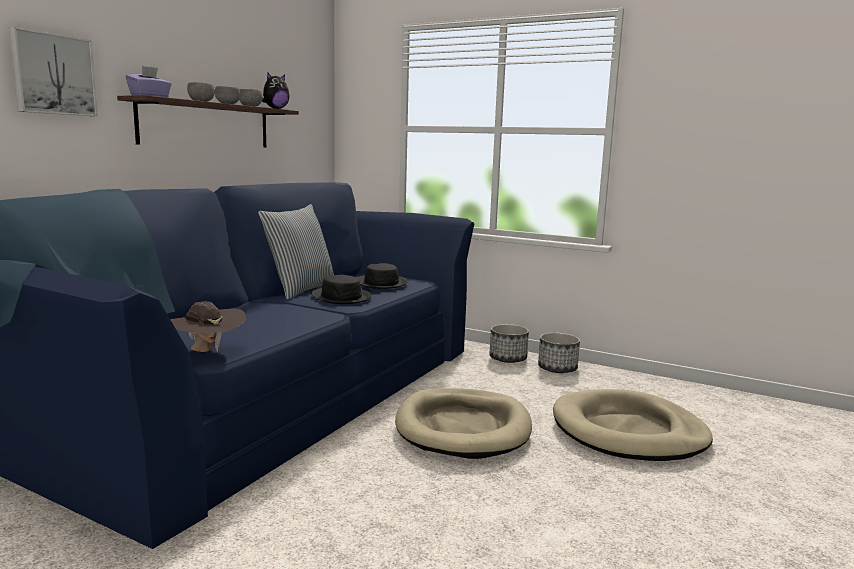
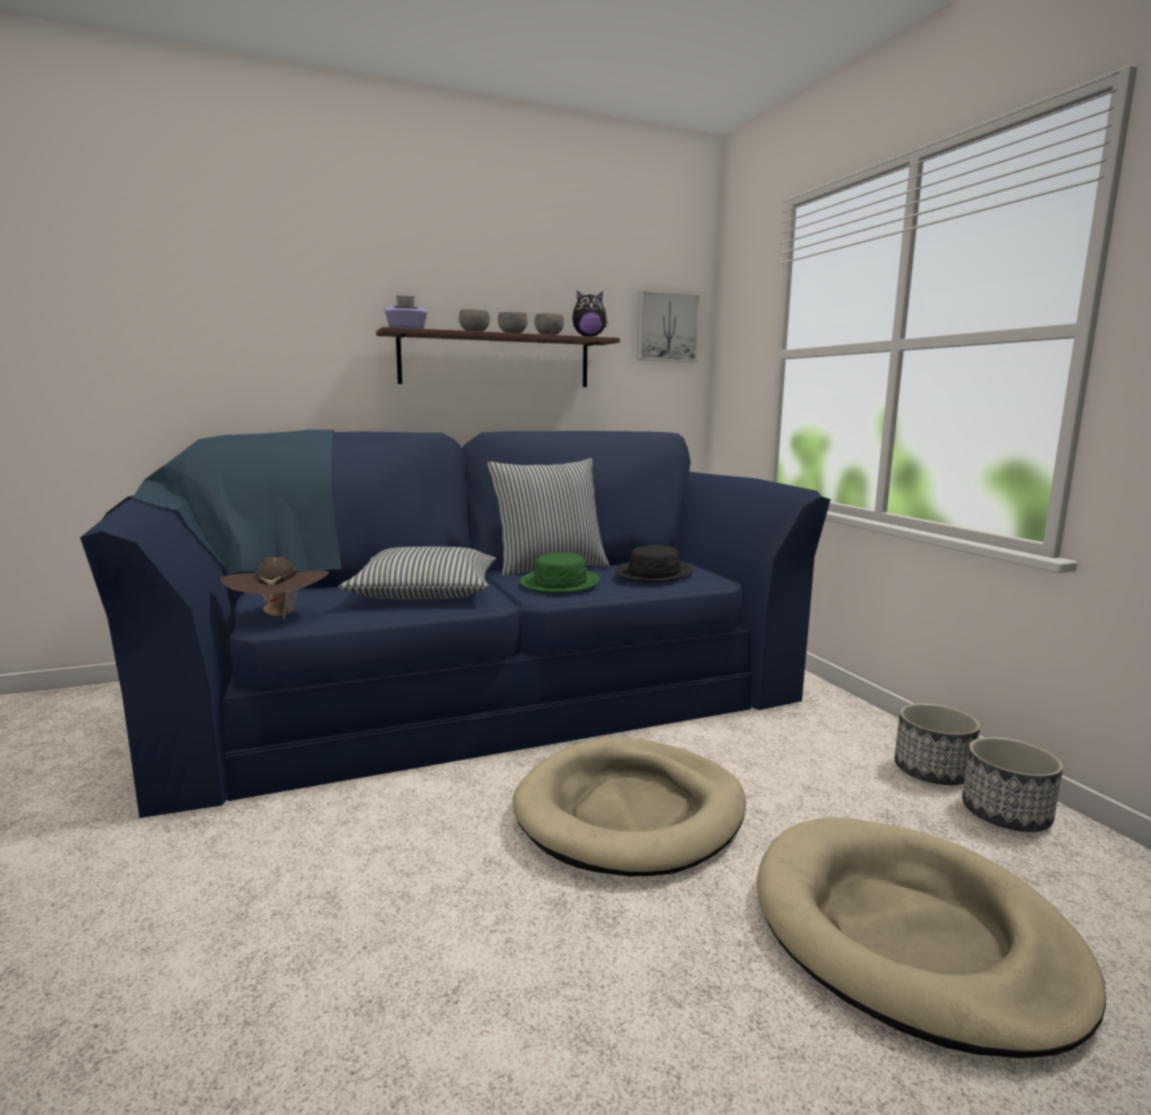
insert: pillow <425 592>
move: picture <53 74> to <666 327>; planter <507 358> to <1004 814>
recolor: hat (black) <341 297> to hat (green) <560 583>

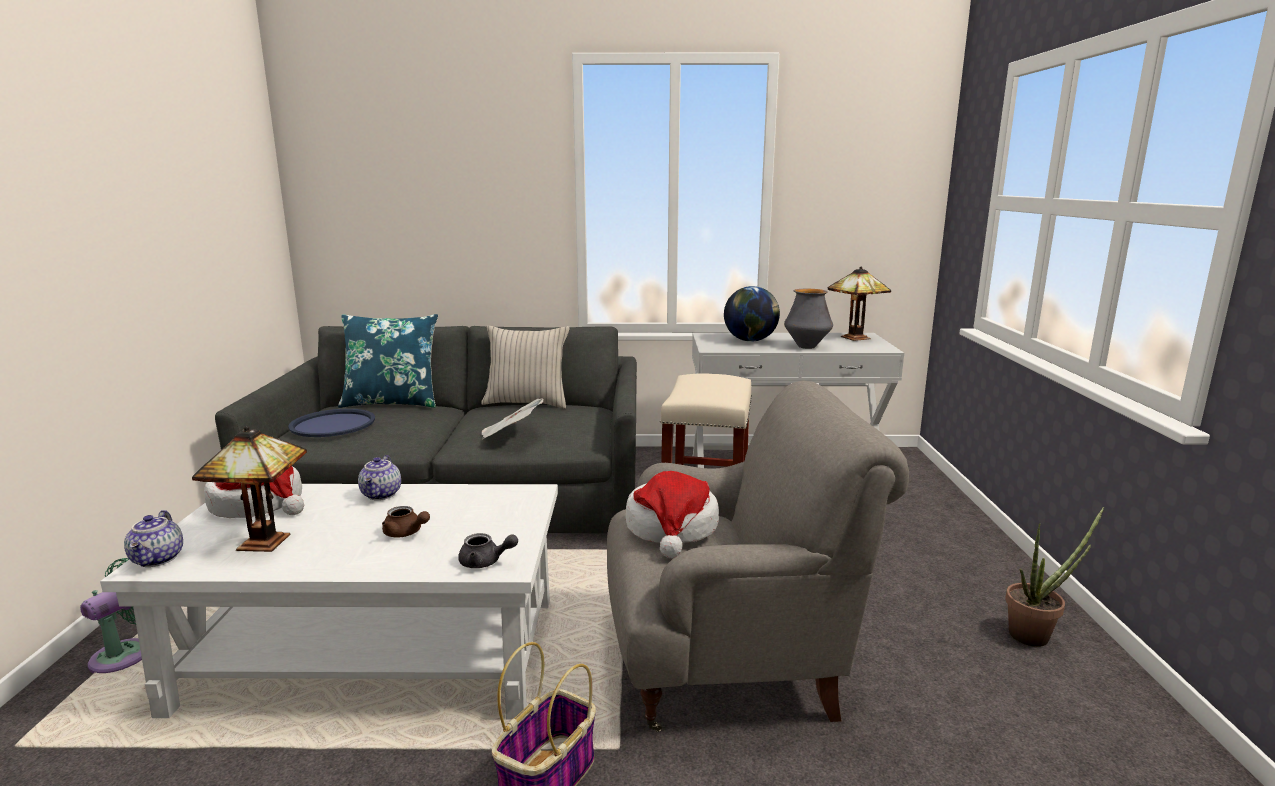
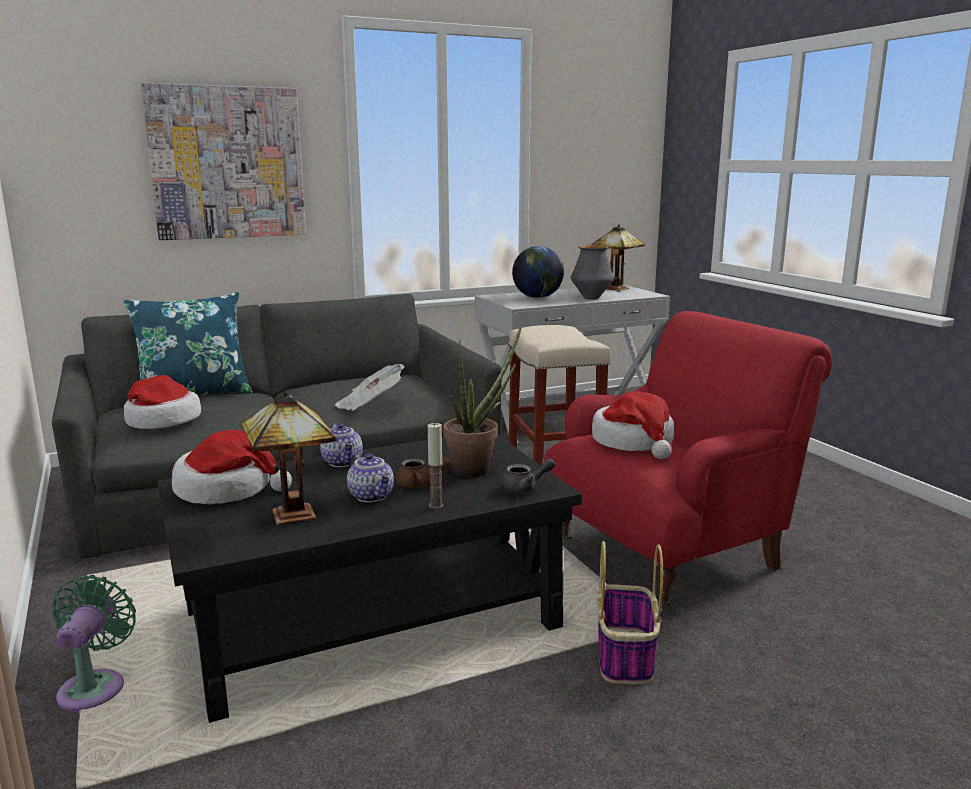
delete: pillow (beige) <527 403>
insert: picture <227 163>; candle <436 505>
move: potted plant <1035 634> to <478 468>; teapot <159 559> to <372 496>
replace: tray (blue) <333 424> to hat <161 421>
recolor: armchair (grey) <729 662> to armchair (red) <670 553>; coffee table (white) <377 652> to coffee table (black) <372 618>

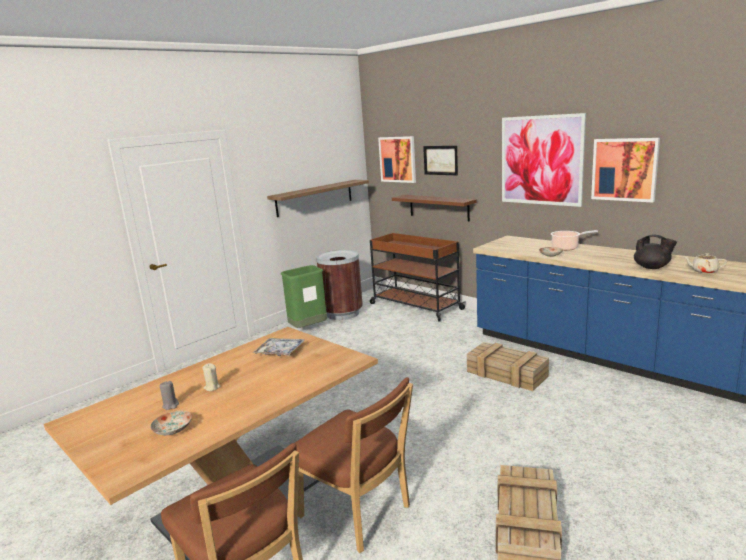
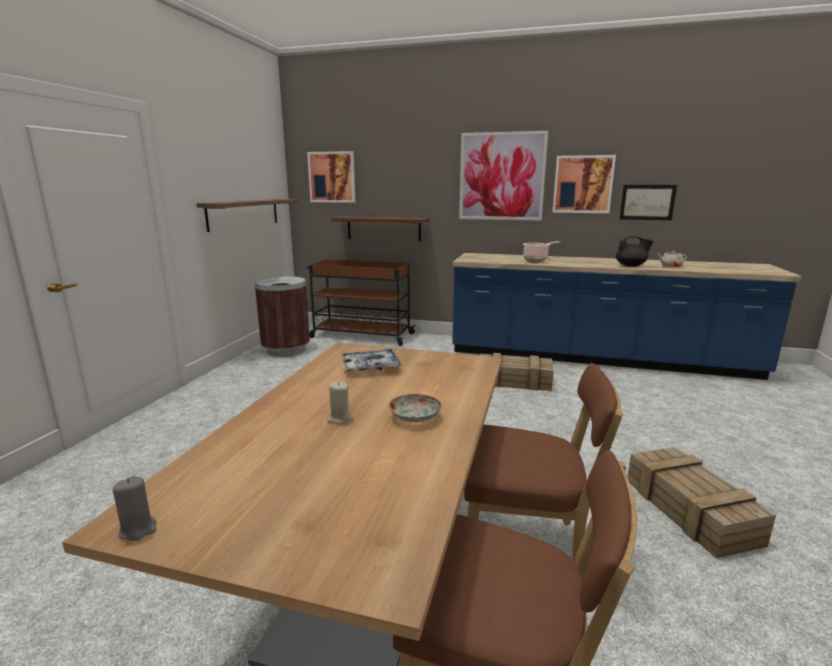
delete: trash can (green) <308 329>
move: picture <440 160> to <647 202>; candle (grey) <170 405> to <138 529>; plate <173 430> to <415 417>

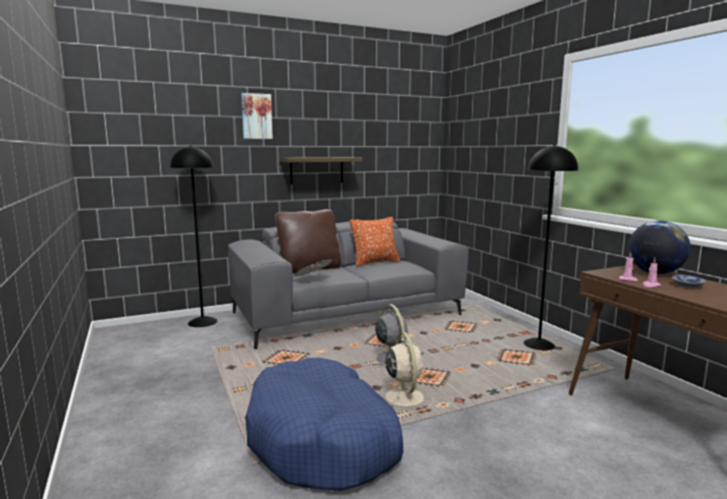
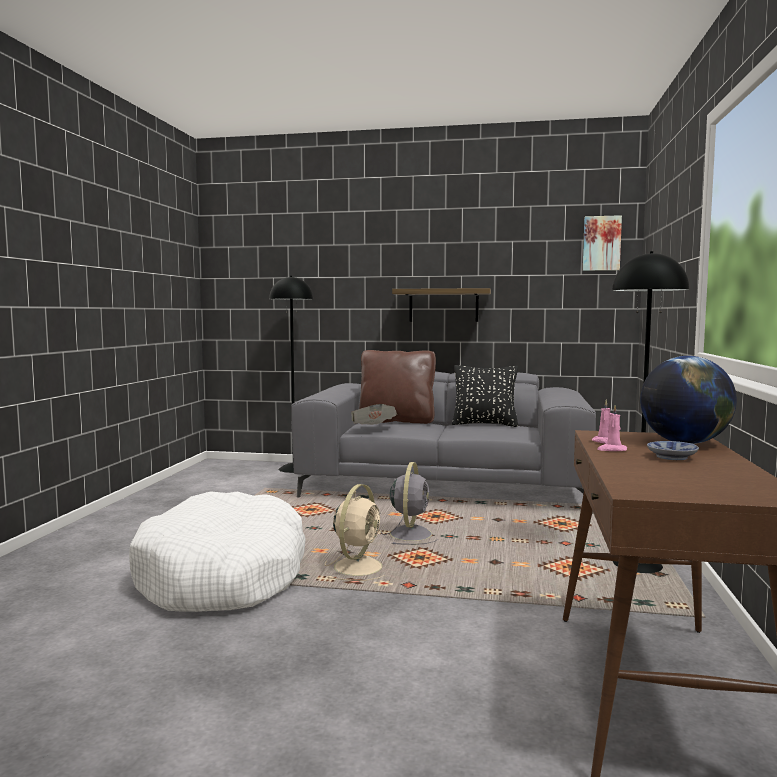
move: picture <256 116> to <601 243>
recolor: pillow (orange) <375 262> to pillow (black) <484 424>; dog bed (blue) <323 440> to dog bed (white) <223 576>

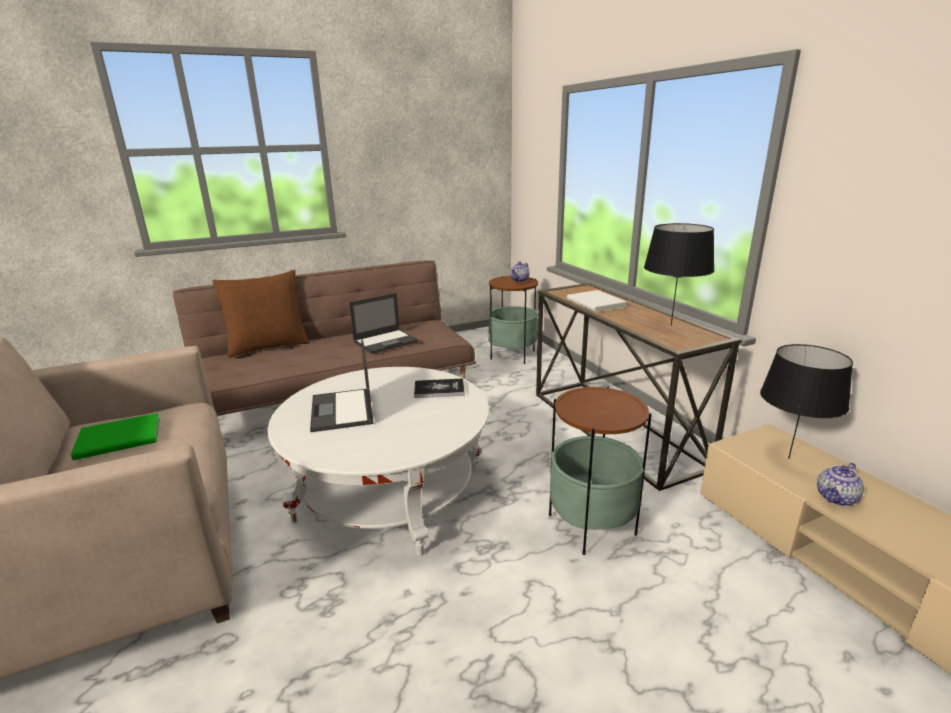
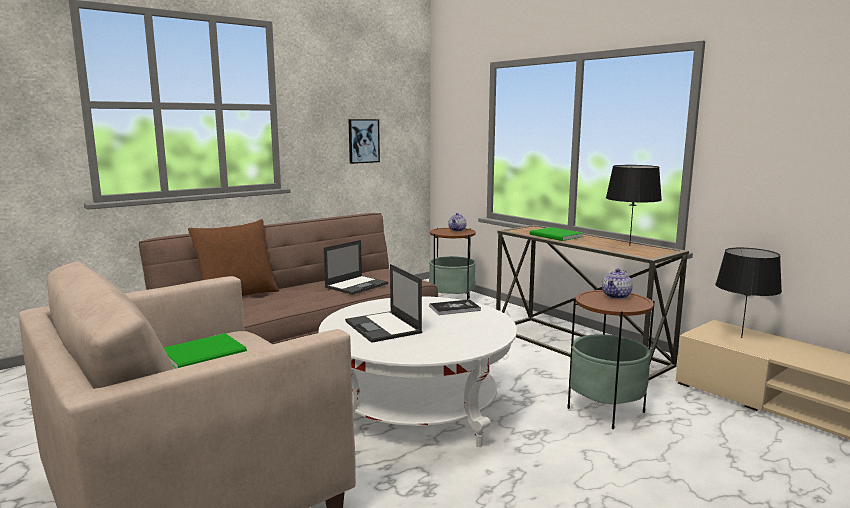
insert: picture <363 141>
move: teapot <837 498> to <616 296>
recolor: book (white) <595 303> to book (green) <556 236>

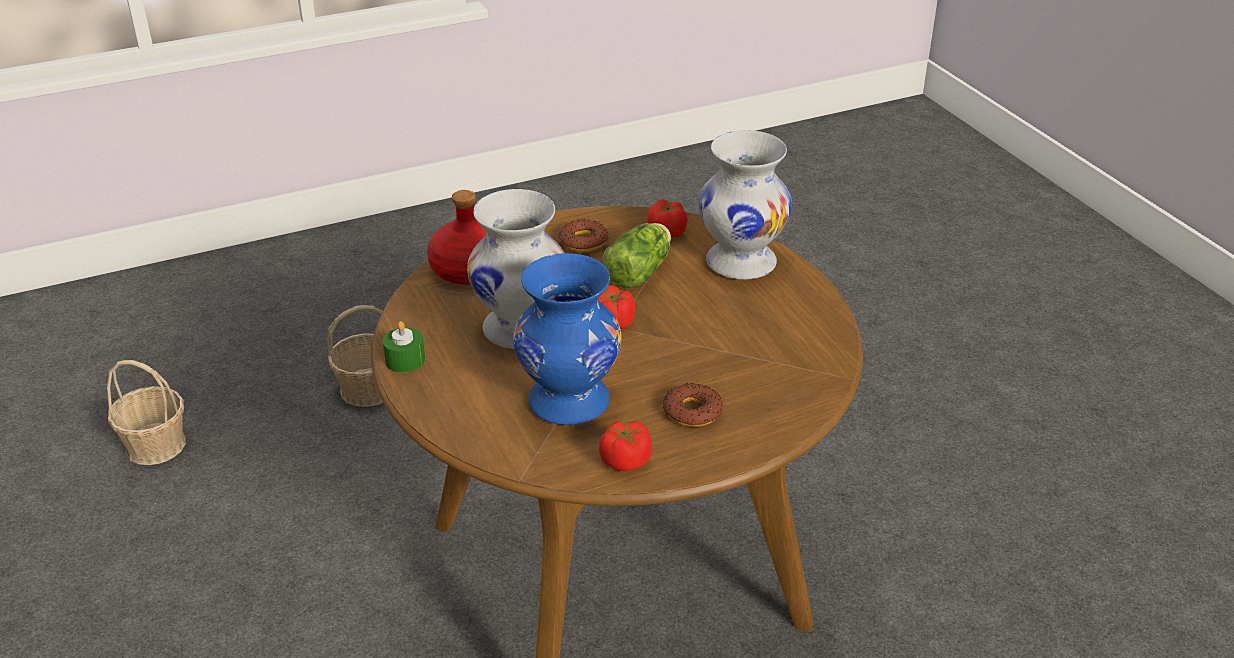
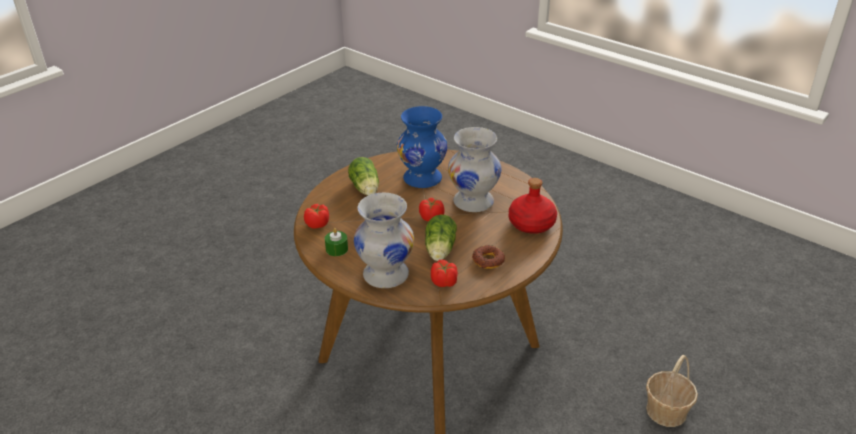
delete: basket <155 445>
move: candle (green) <405 360> to <337 249>; tomato <625 461> to <317 224>
replace: donut <692 411> to lettuce <365 189>

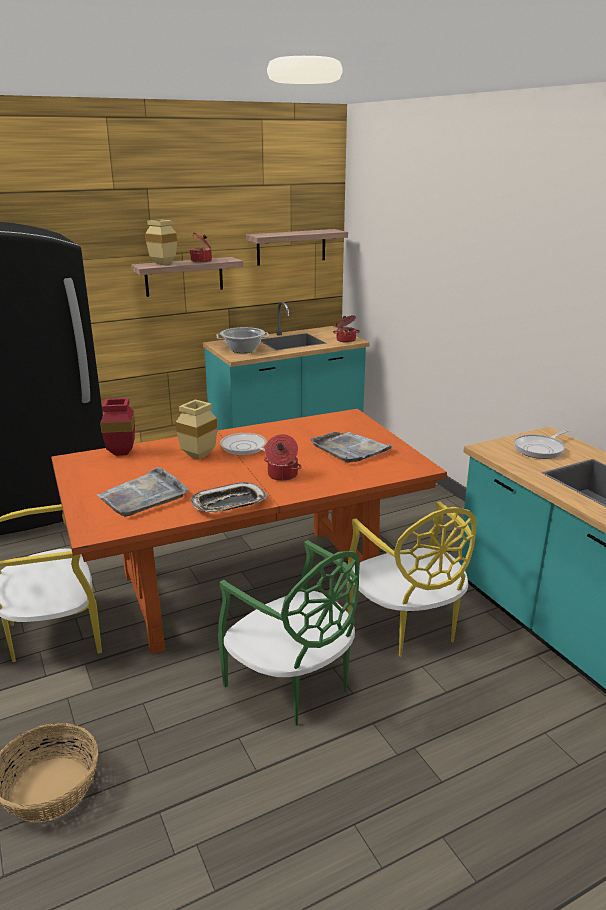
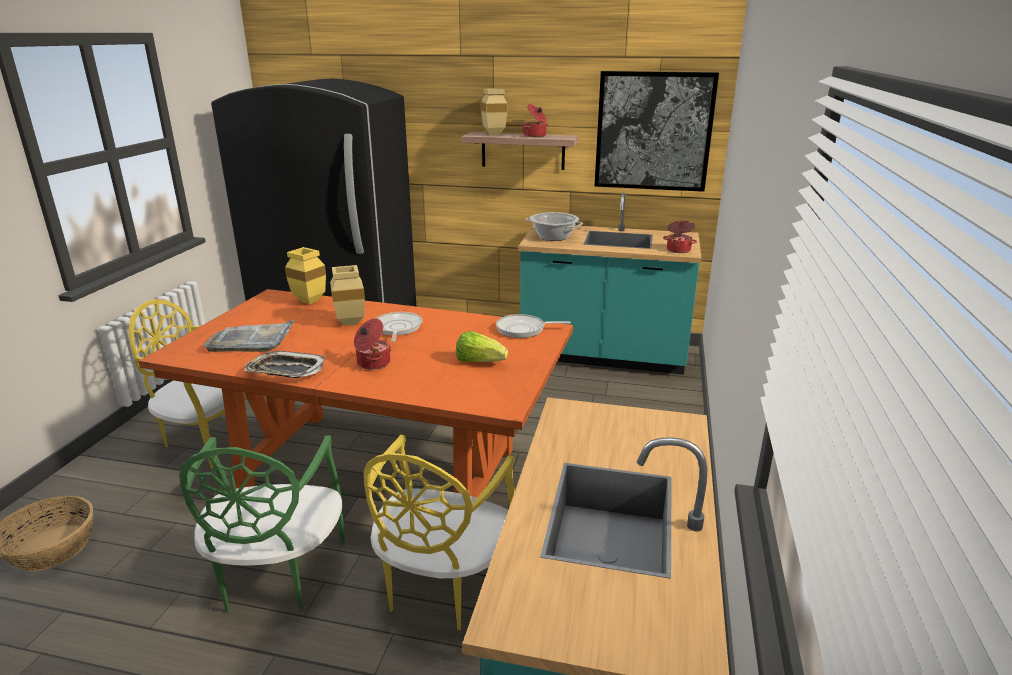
move: frying pan <540 449> to <523 329>
replace: shelf <291 247> to picture <653 131>; tray (grey) <350 449> to lettuce <479 361>
recolor: vase (red) <119 453> to vase (yellow) <307 301>

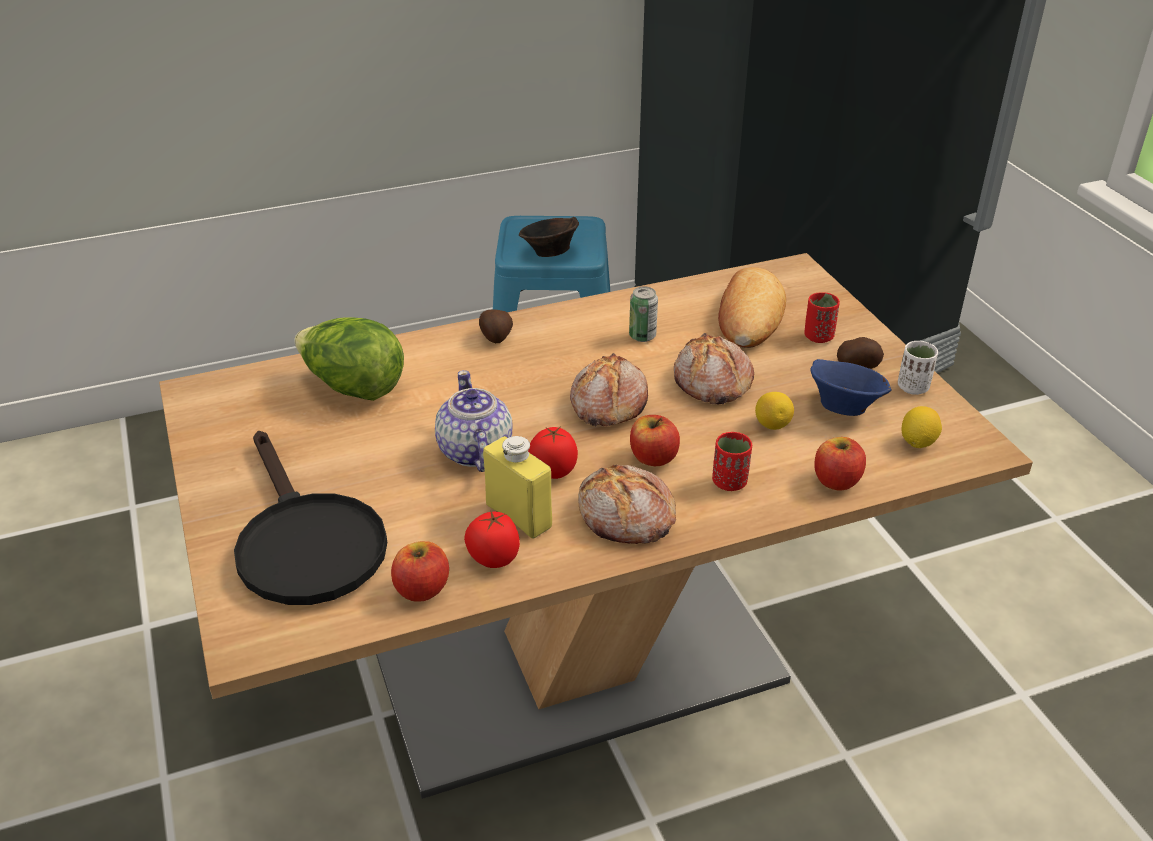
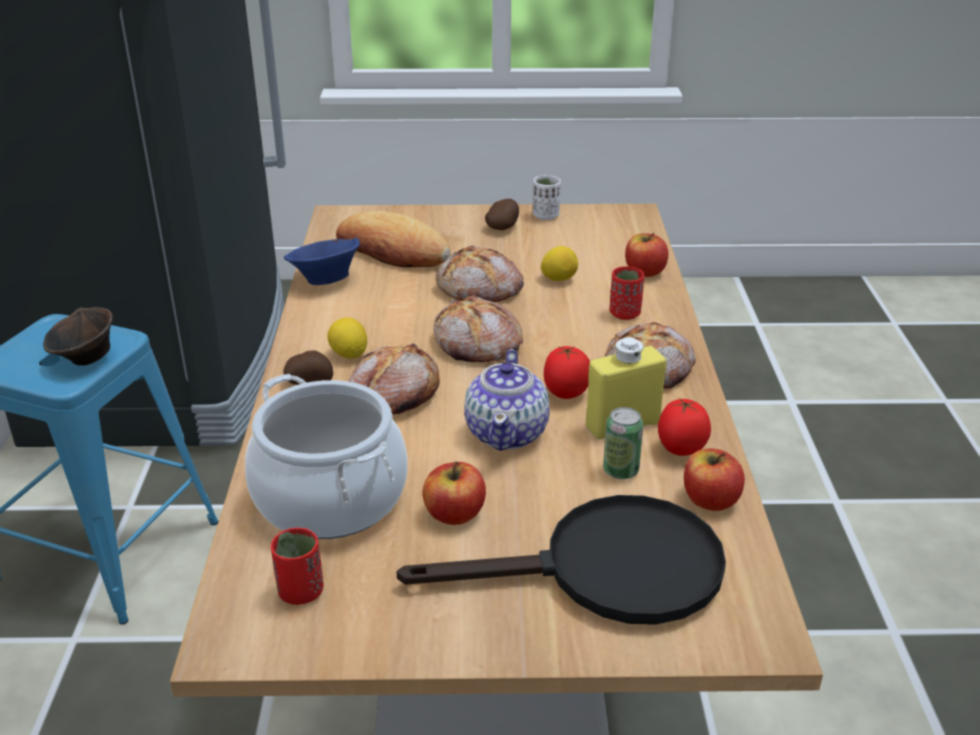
insert: bread <392 395>
move: can <642 336> to <620 471>; cup (red) <818 337> to <300 592>; bowl (blue) <843 407> to <324 281>; lemon <917 442> to <349 354>; apple <653 457> to <455 514>
replace: lettuce <353 388> to cooking pot <331 497>
rotate: teapot <474 452> = <507 433> 90 degrees counterclockwise

